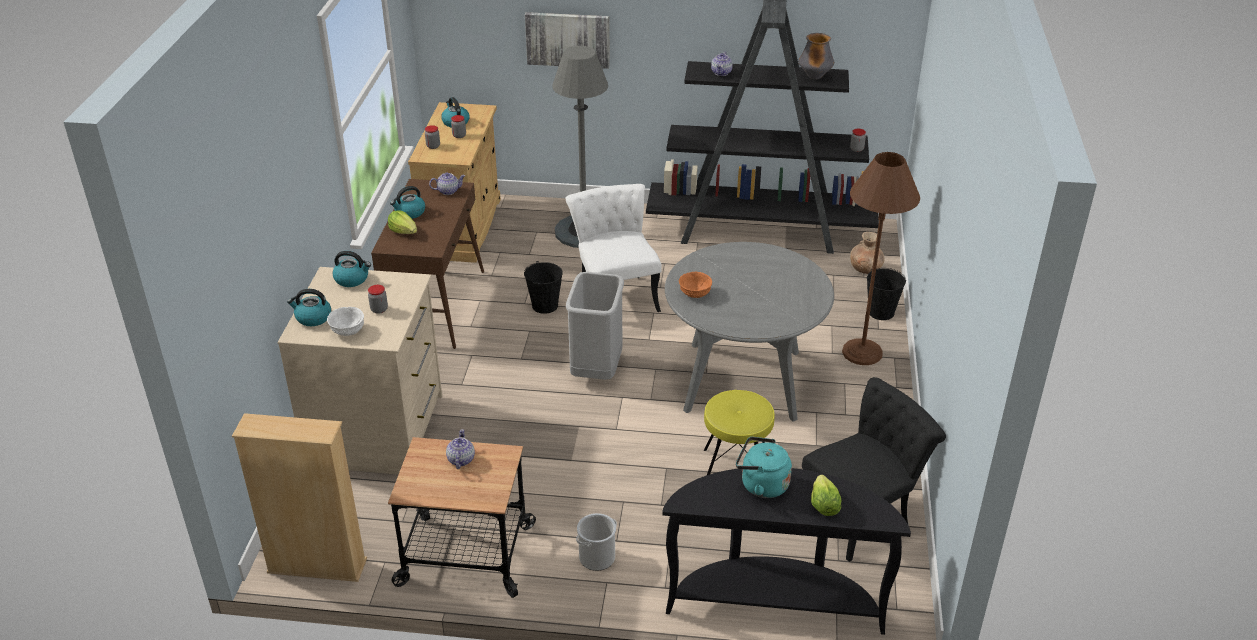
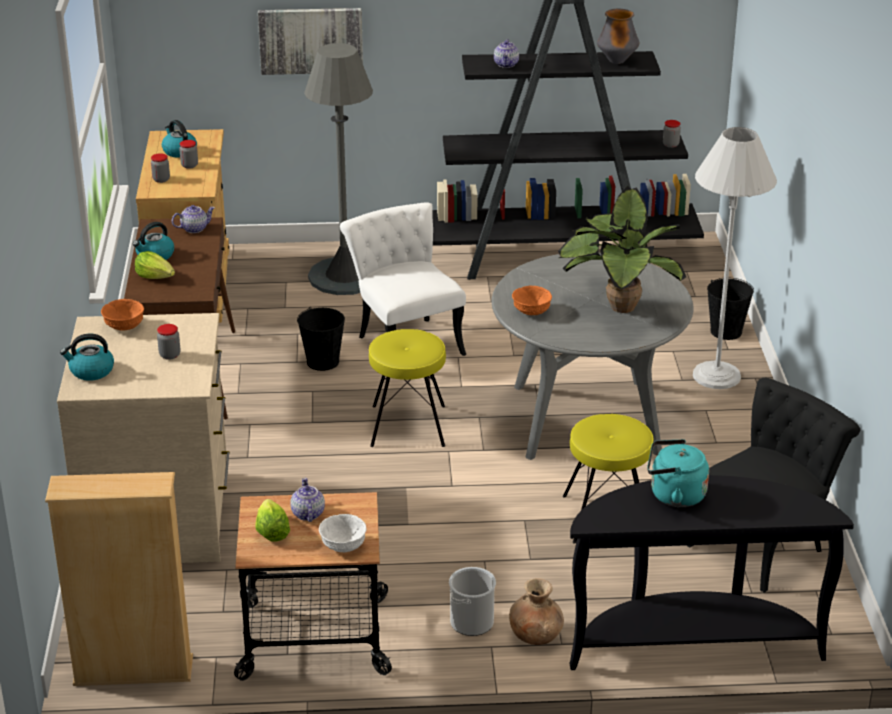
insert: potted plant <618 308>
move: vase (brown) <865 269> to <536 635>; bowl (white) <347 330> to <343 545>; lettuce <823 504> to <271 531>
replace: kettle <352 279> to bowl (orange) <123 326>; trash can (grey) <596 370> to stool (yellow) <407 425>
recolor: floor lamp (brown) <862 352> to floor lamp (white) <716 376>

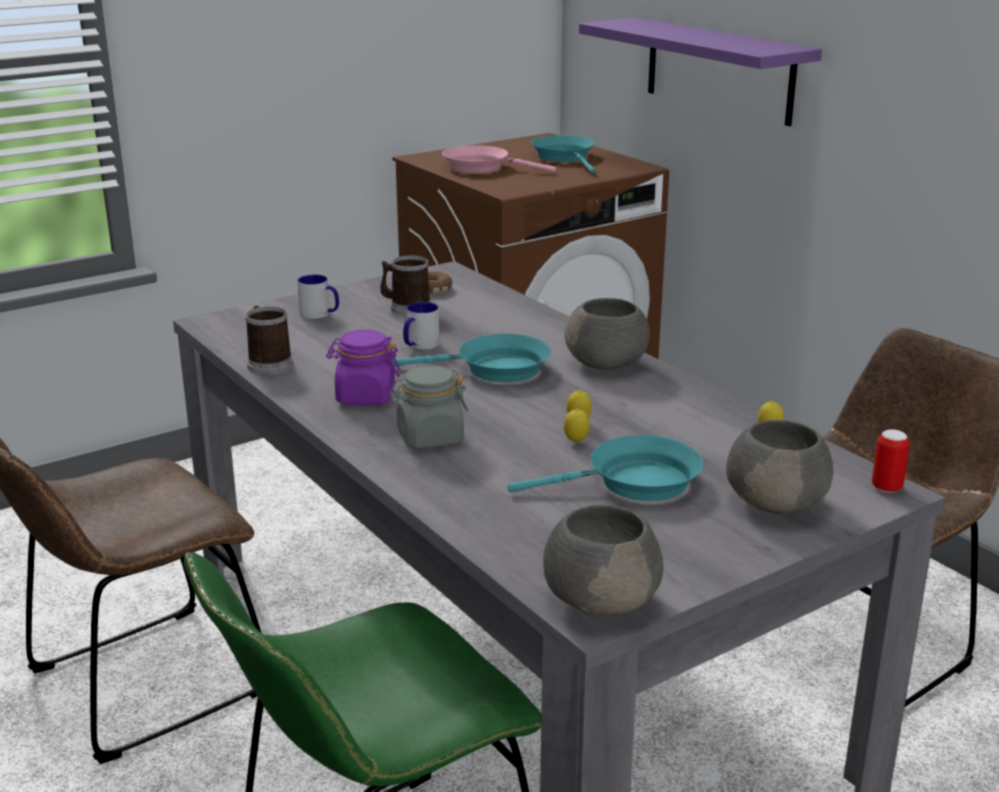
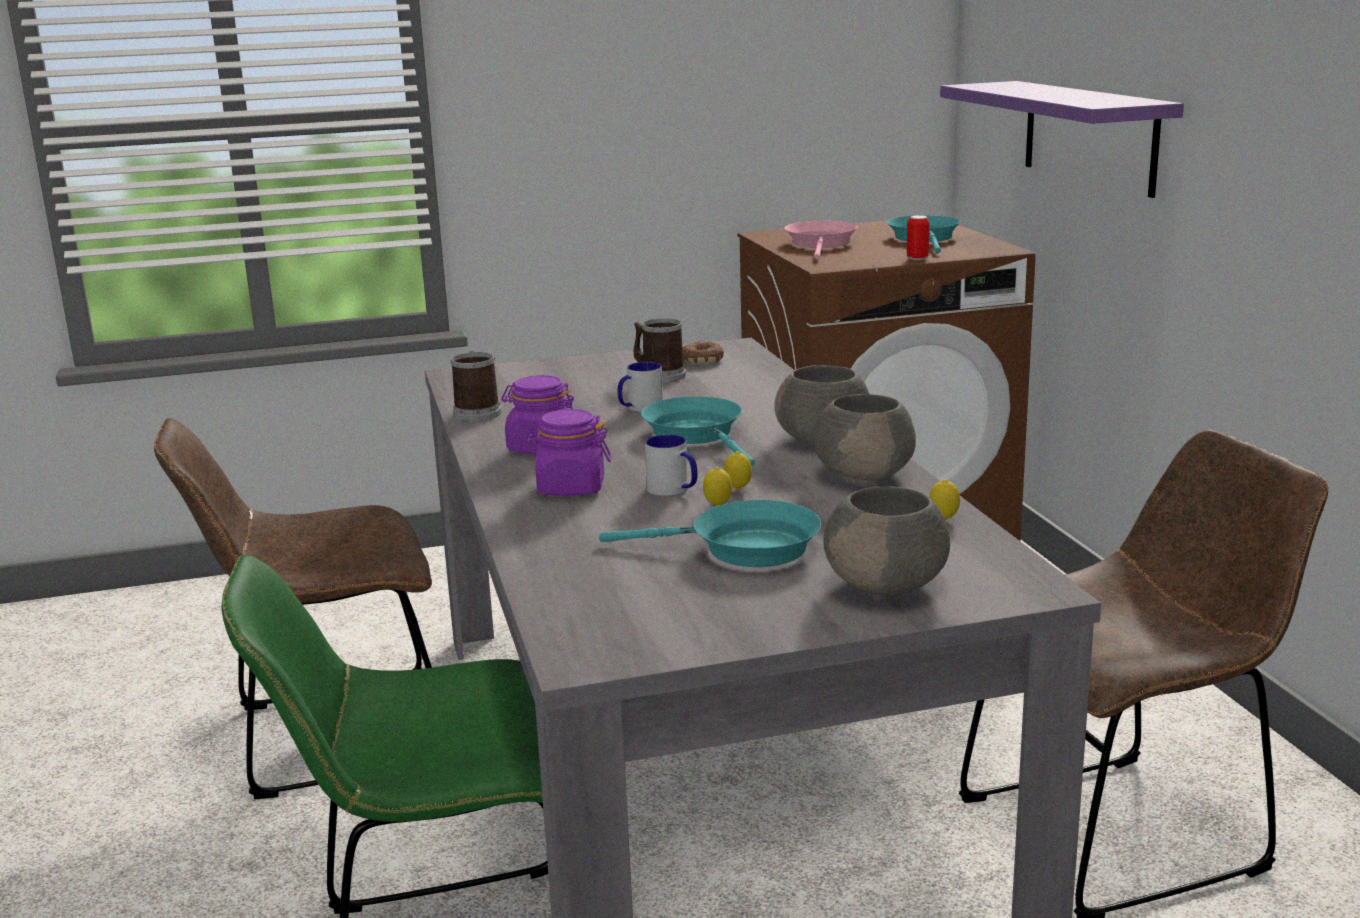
move: mug <320 314> to <674 490>; can <886 488> to <917 258>; bowl (grey) <602 599> to <865 473>
recolor: jar (grey) <429 438> to jar (purple) <570 488>
rotate: frying pan (pink) <481 167> = <821 244> 60 degrees clockwise; frying pan (turquoise) <495 369> = <697 435> 135 degrees counterclockwise

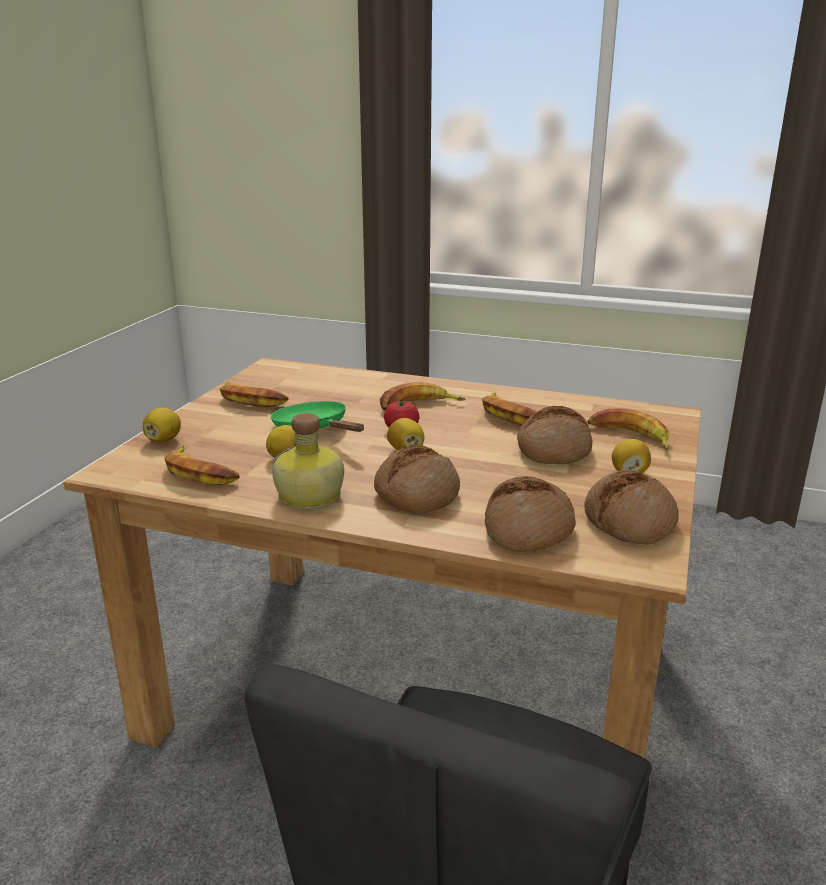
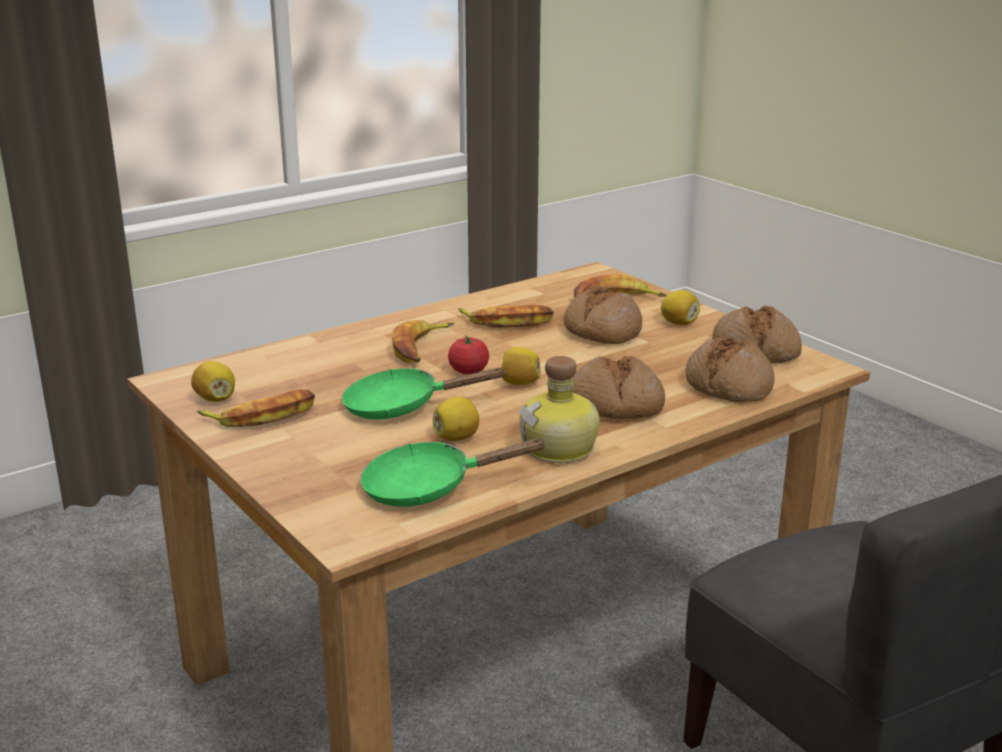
move: lemon <164 440> to <215 399>
replace: banana <200 473> to frying pan (green) <428 488>

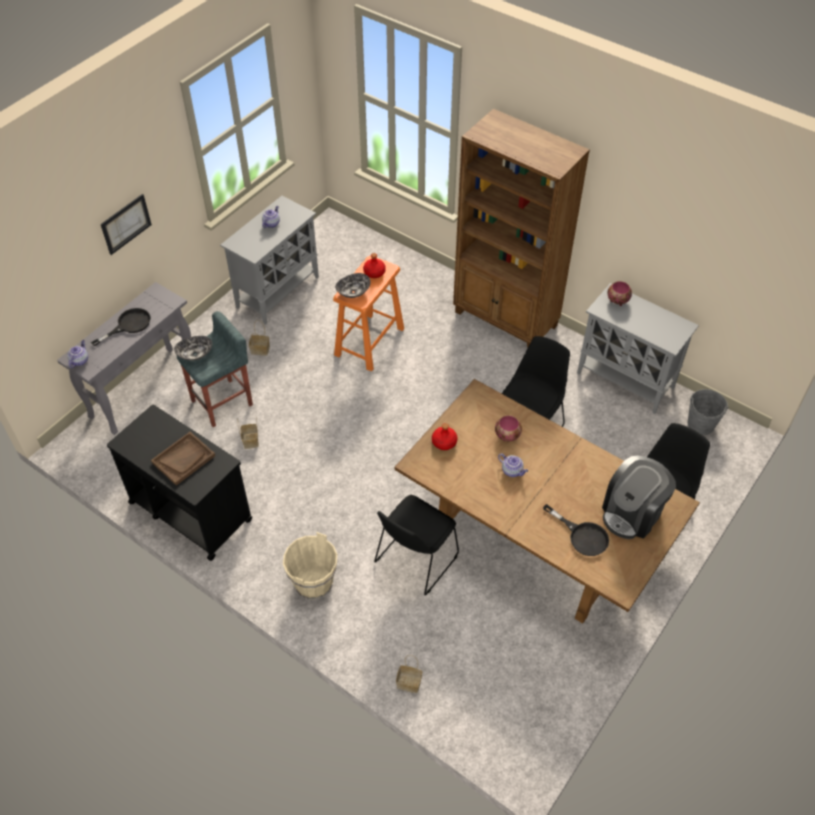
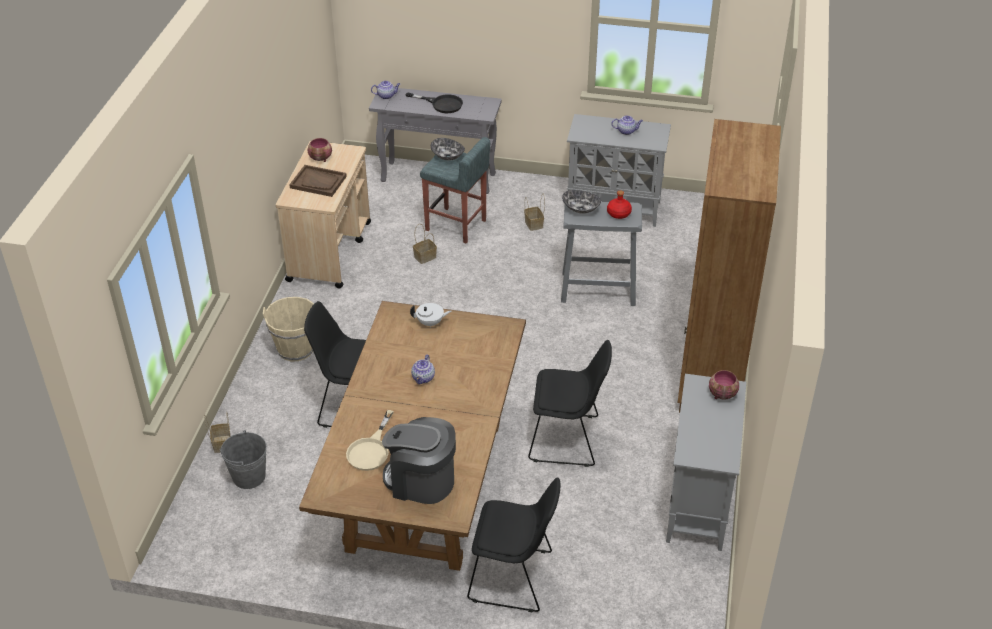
delete: picture <126 224>
move: bucket (grey) <700 424> to <249 476>; bowl <508 435> to <321 159>
replace: bottle (red) <444 442> to teapot (white) <430 323>
recolor: stool (orange) <370 341> to stool (grey) <599 288>; cart (black) <190 510> to cart (beige) <330 251>; frying pan (black) <582 536> to frying pan (beige) <371 450>

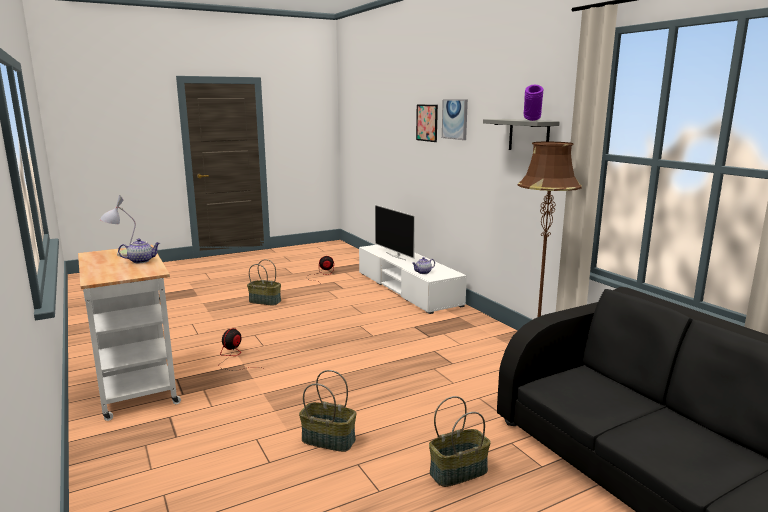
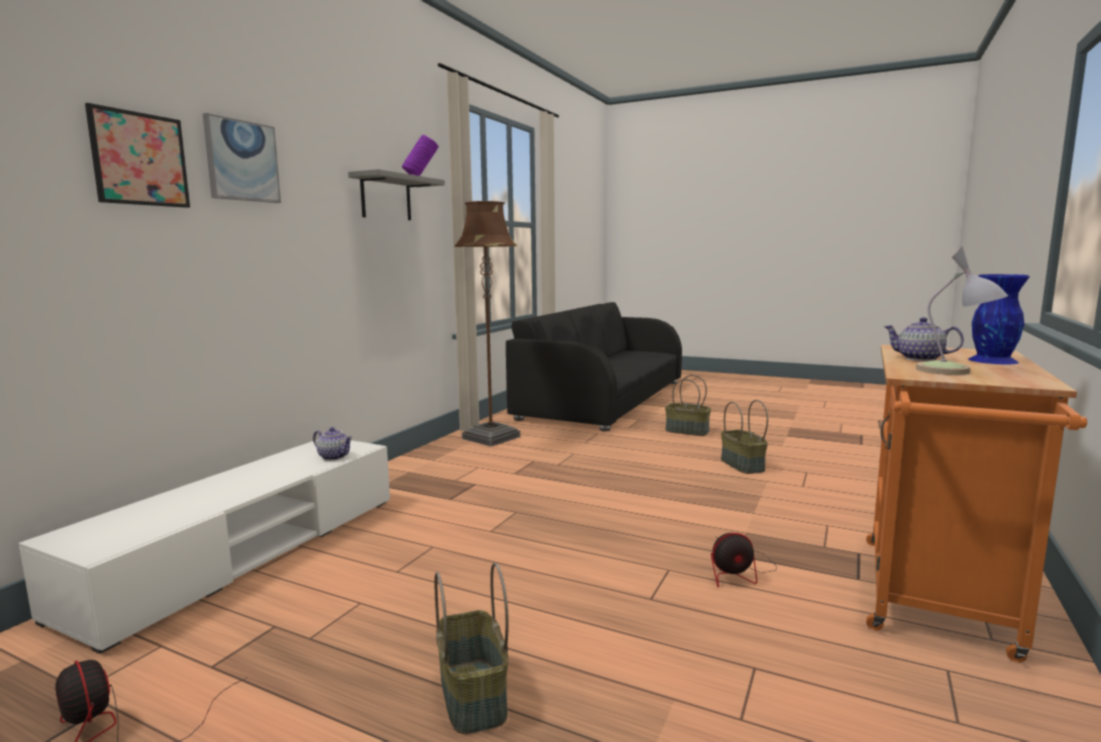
delete: television <396 256>
insert: vase (blue) <993 360>
recolor: cart (white) <135 384> to cart (orange) <936 601>

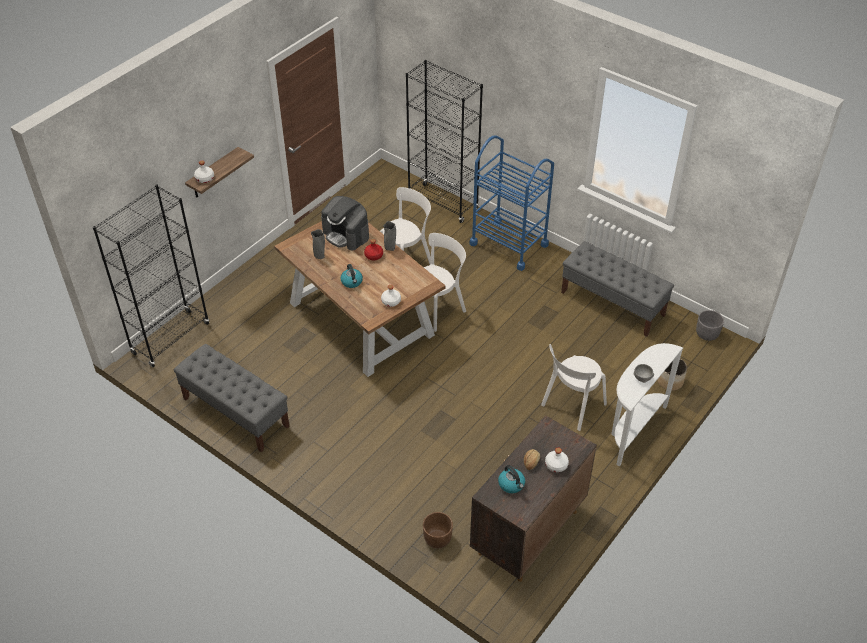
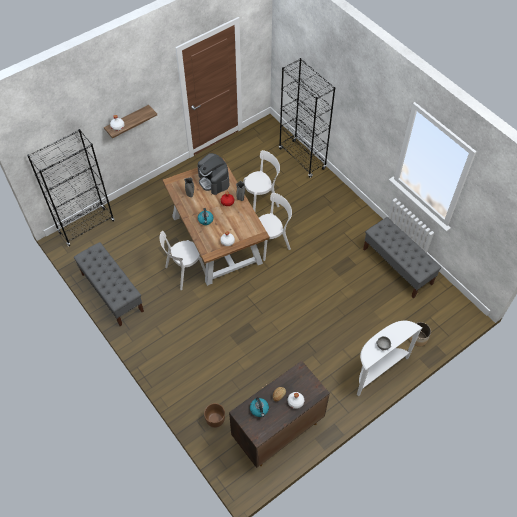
delete: cart (blue) <509 244>; planter (grey) <707 334>
move: chair (white) <572 406> to <184 272>

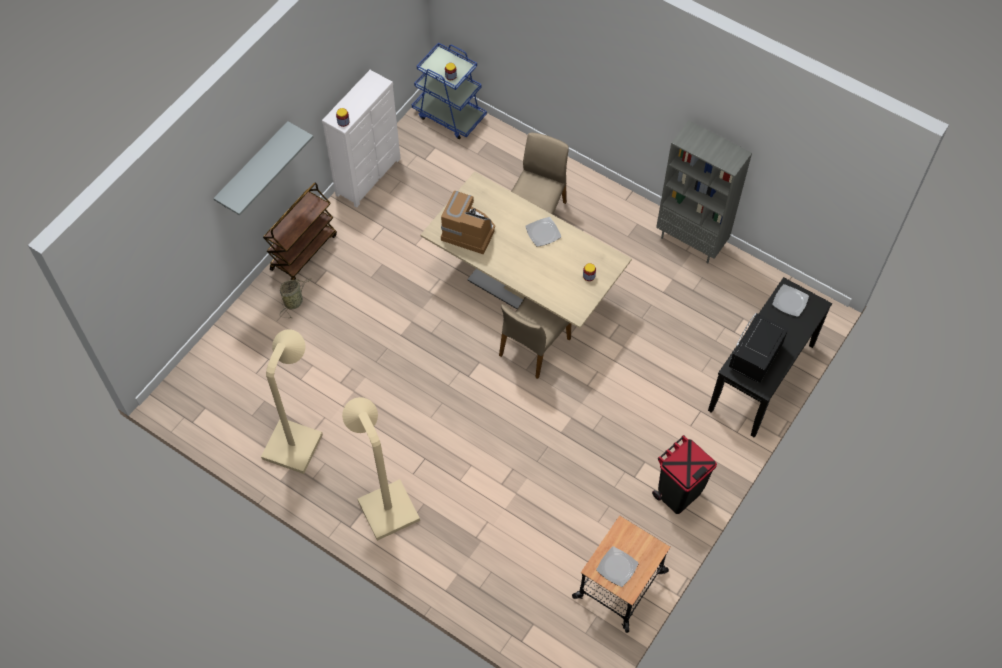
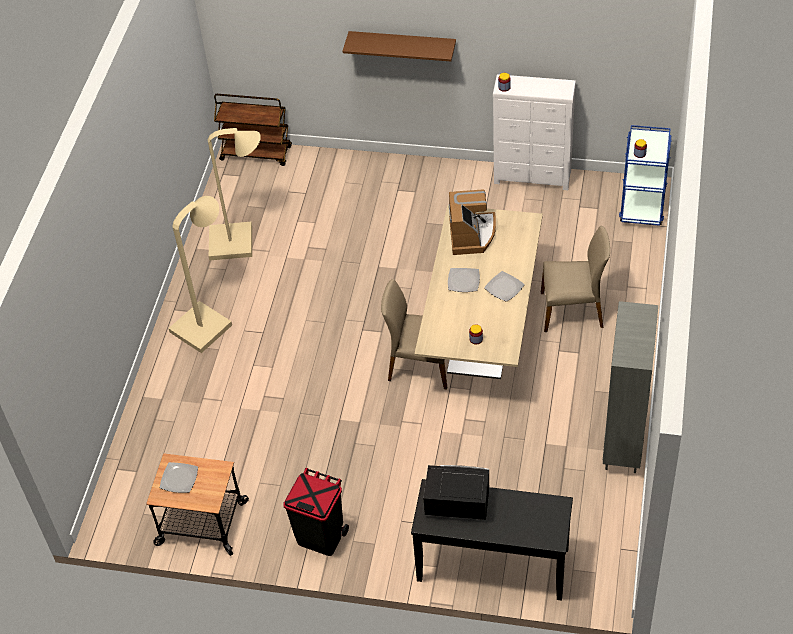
delete: basket <294 301>
move: cart (brown) <303 251> to <257 153>; plate <790 301> to <464 281>
recolor: shelf (grey) <253 166> to shelf (brown) <402 44>

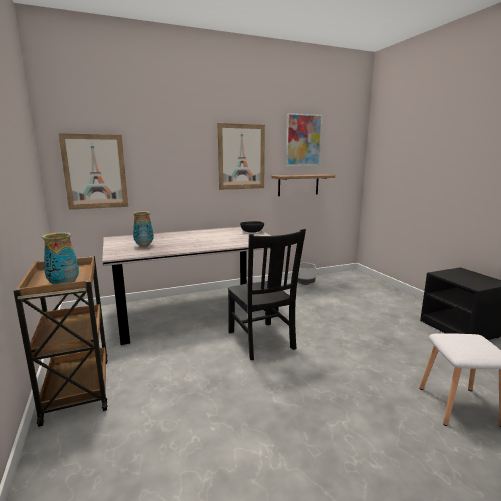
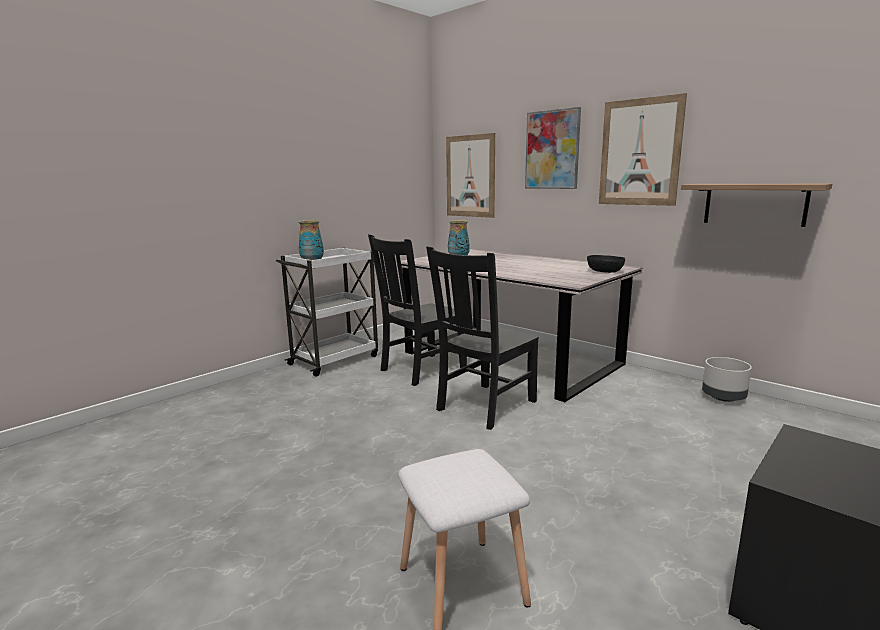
insert: chair (black) <421 370>
move: picture <303 140> to <552 150>
recolor: cart (brown) <77 388> to cart (white) <335 360>

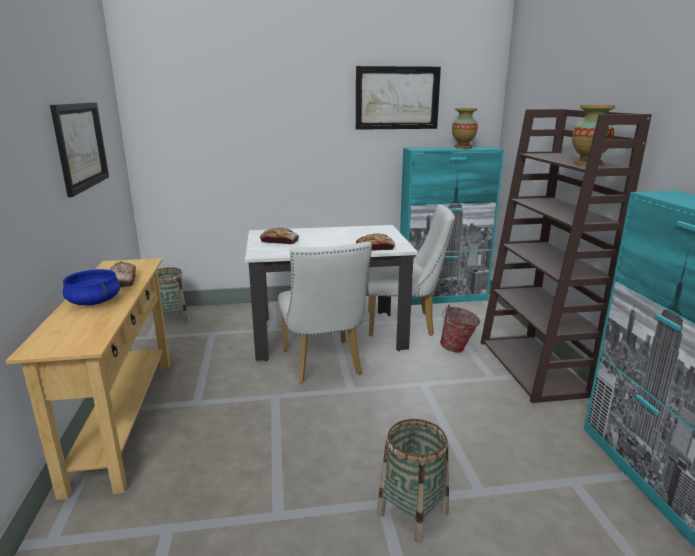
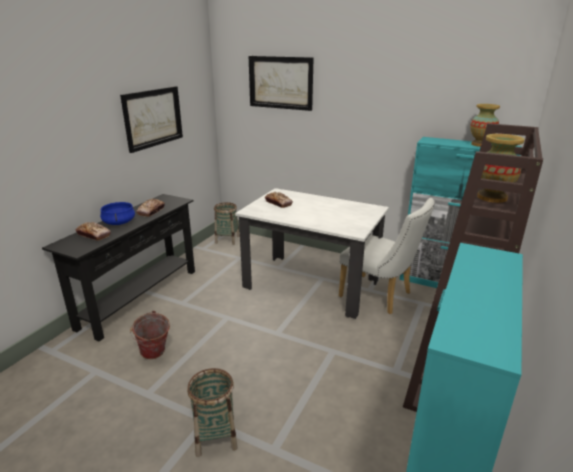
delete: chair (white) <323 365>
move: picture <397 98> to <280 82>; bread <375 248> to <94 235>; bucket <458 349> to <154 355>
recolor: console table (beige) <123 419> to console table (black) <139 298>

